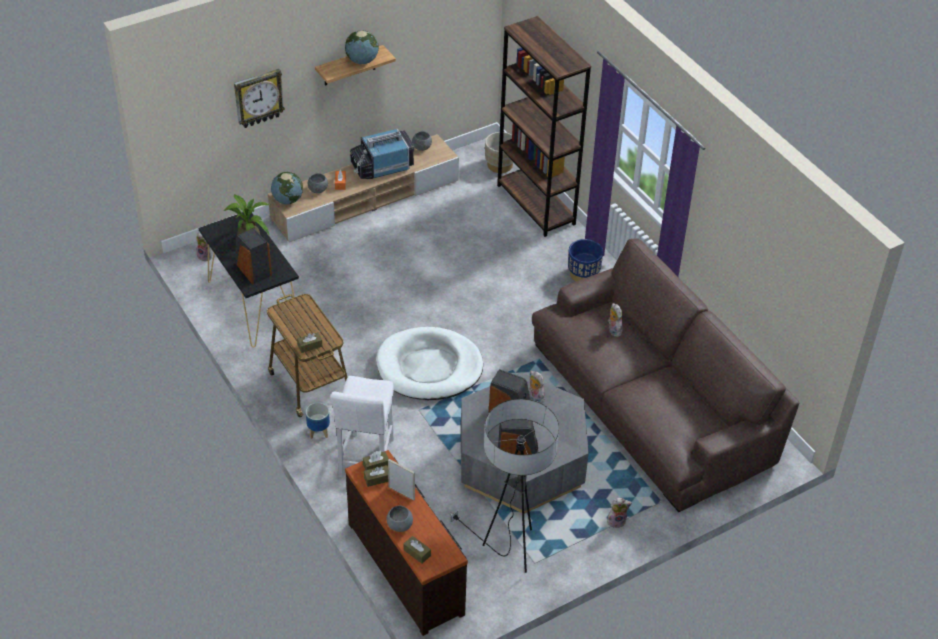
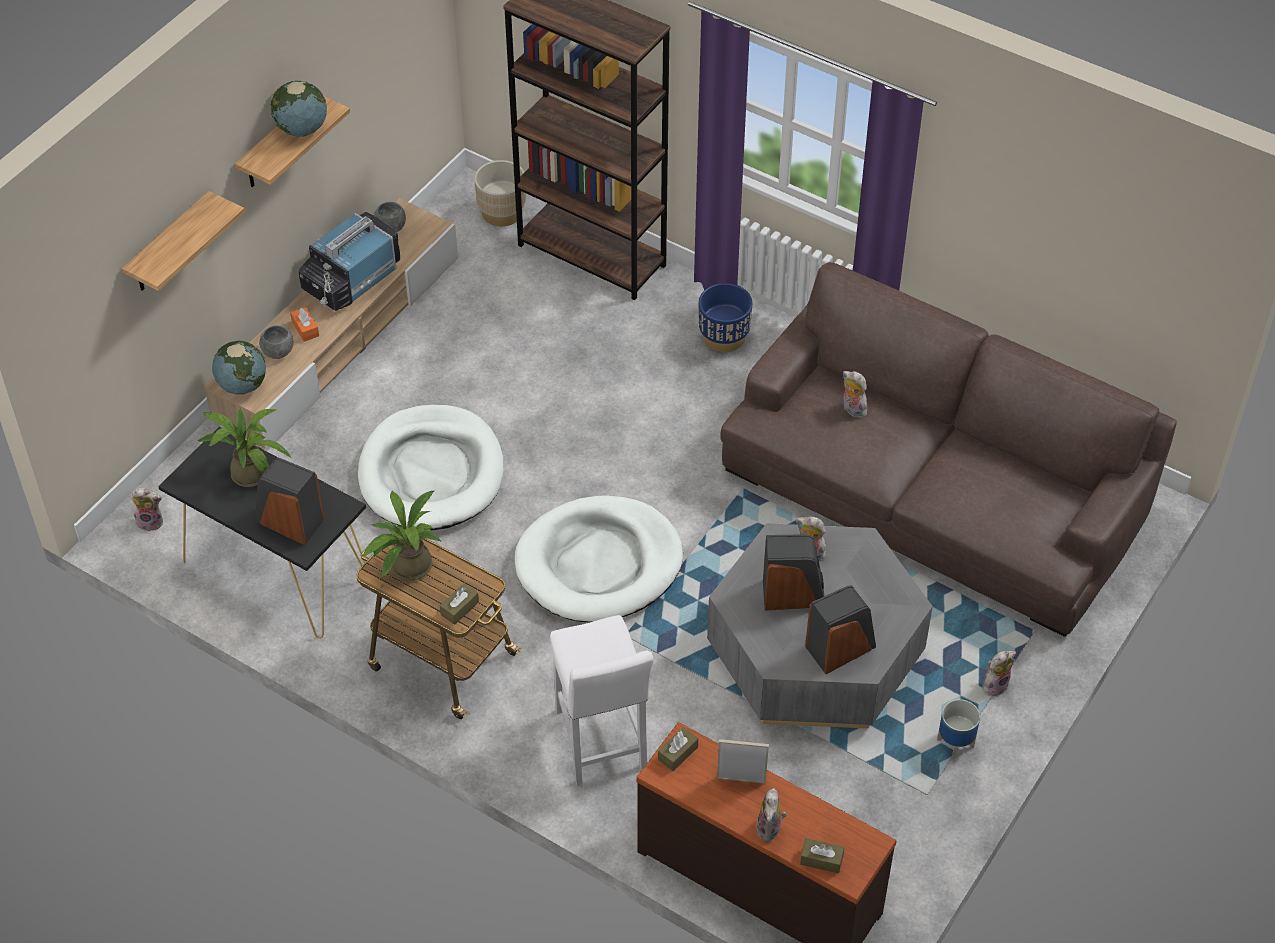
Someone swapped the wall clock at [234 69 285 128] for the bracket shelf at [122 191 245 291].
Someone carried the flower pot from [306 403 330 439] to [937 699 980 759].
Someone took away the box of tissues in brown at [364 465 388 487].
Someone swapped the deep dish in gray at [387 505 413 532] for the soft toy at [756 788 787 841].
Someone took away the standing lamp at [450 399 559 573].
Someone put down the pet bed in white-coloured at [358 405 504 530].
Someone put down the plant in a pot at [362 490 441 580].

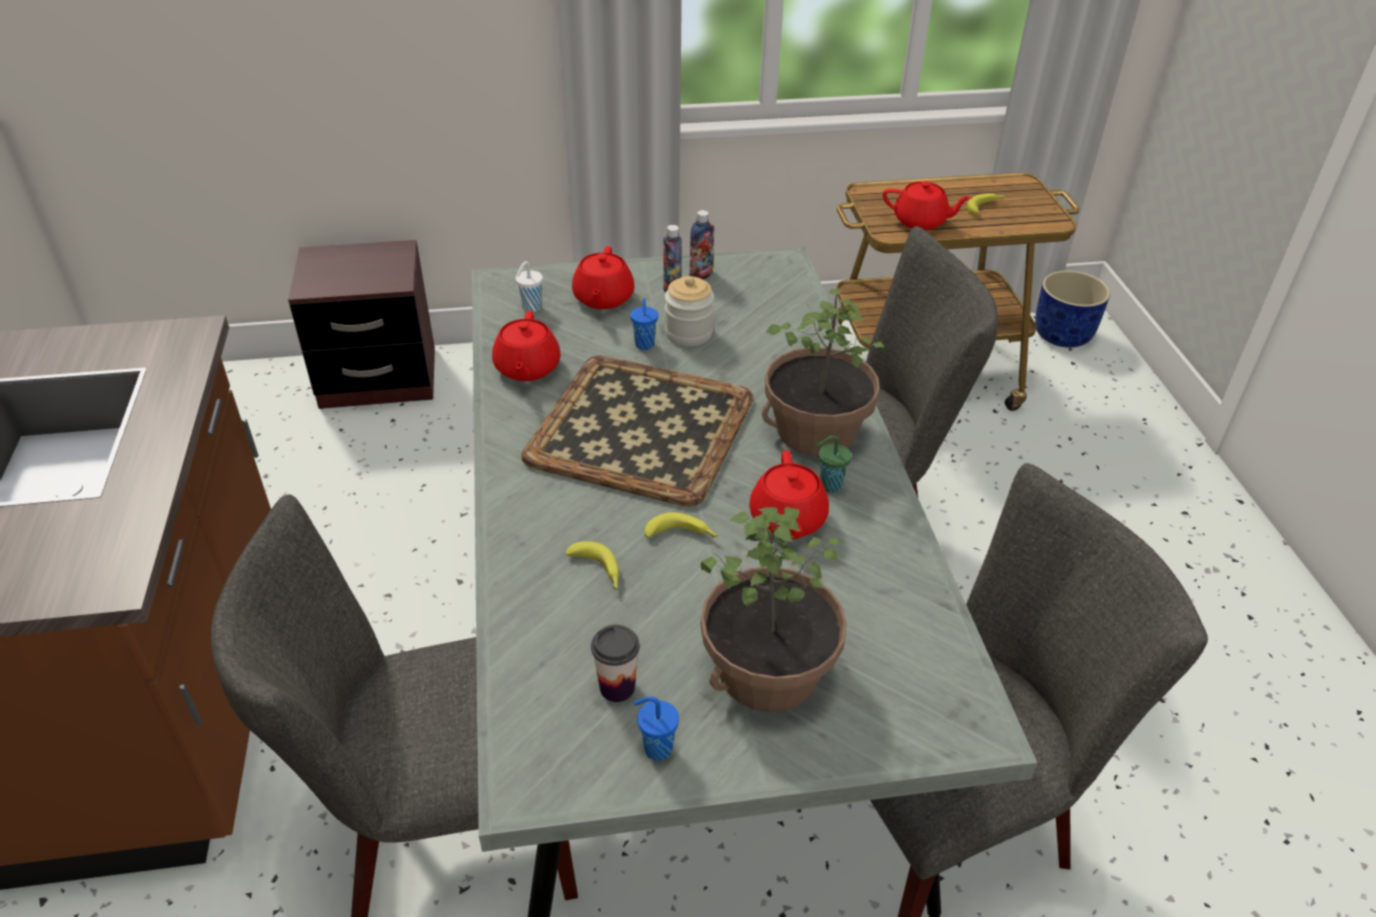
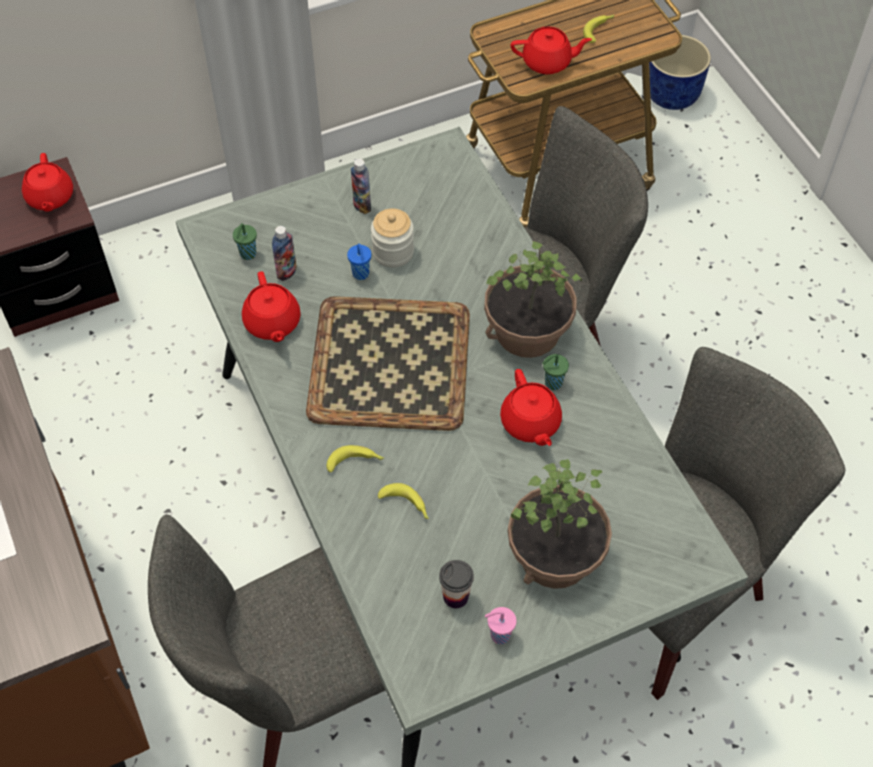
Someone repainted the small cup in white-coloured at [516 261 543 312], which became the small cup in greenish at [233 223 257 260].
Someone carried the pot for tea in red from [572 246 634 309] to [22 153 73 212].
Someone repainted the small cup in bluish at [634 696 679 761], which became the small cup in pink at [485 607 516 644].
Someone carried the banana from [644 512 719 538] to [326 445 384 472].
Someone carried the beverage bottle from [690 210 714 279] to [272 226 297 281].

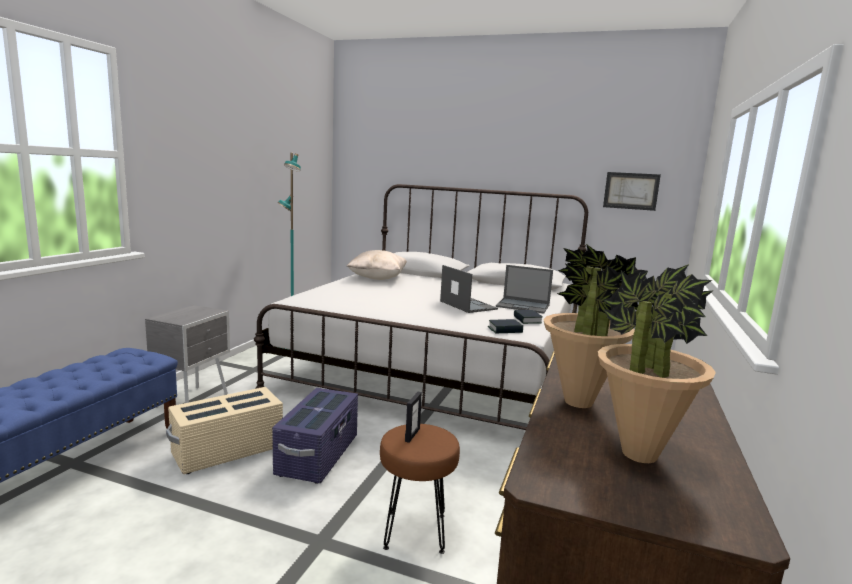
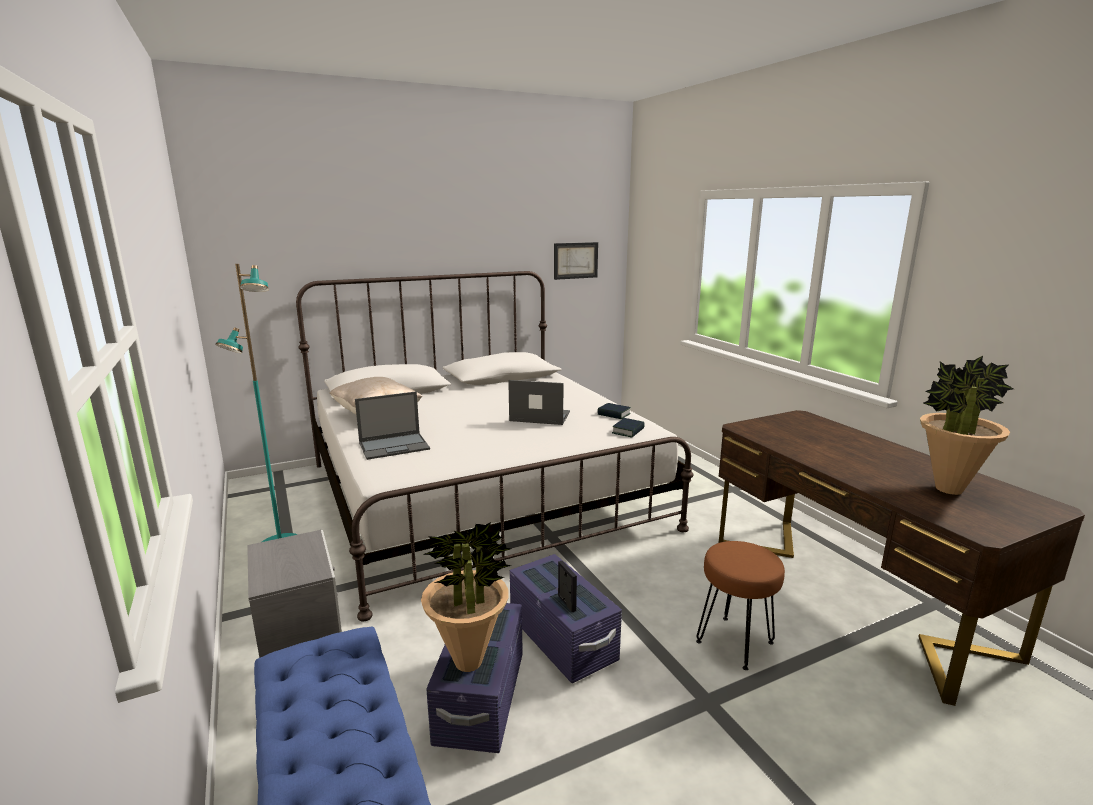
Someone repainted the storage box in beige at [166 387 283 474], which became the storage box in purple at [426 603 523 753].
Someone carried the standing frame from [405 392 422 443] to [558 561 577 612].
Someone carried the portable computer from [496 265 553 313] to [355 392 430 460].
Someone carried the plant in a pot from [543 244 638 408] to [421 522 512 672].

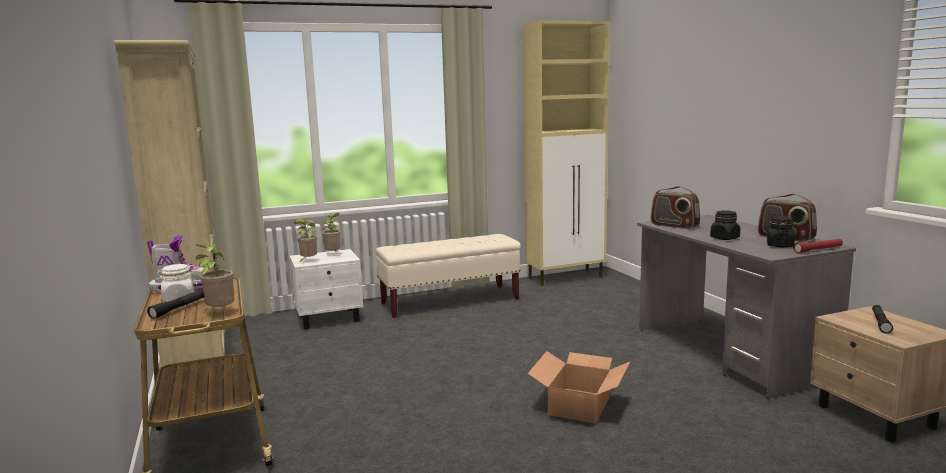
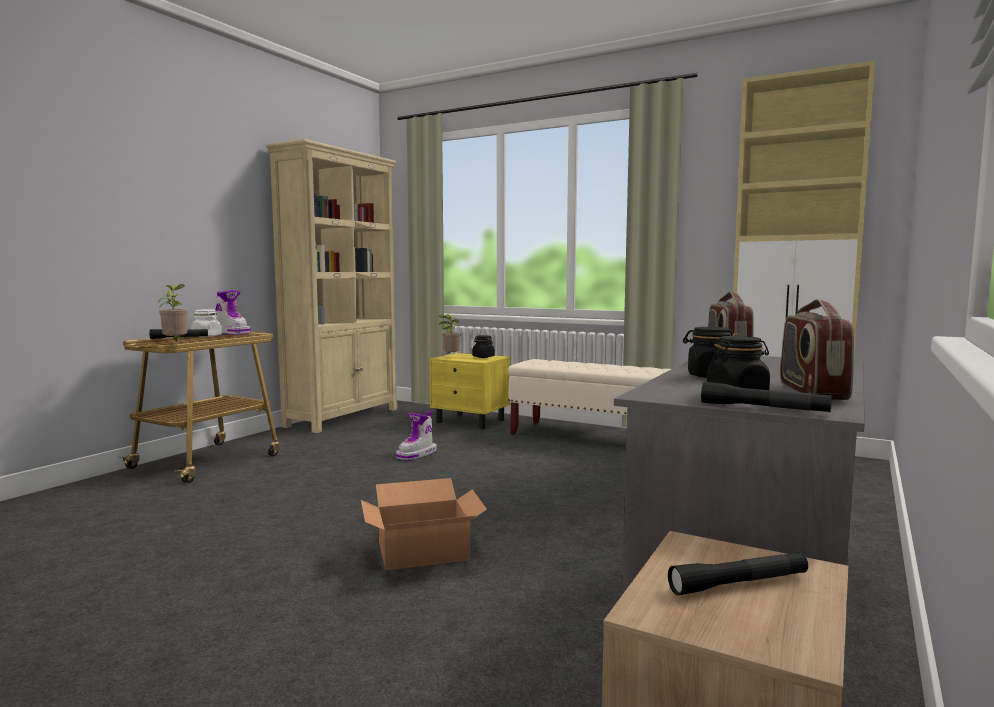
Someone repainted the bedside table in white-coloured at [290 249 363 329], which became the bedside table in yellowish at [429 353 511 429].
Someone swapped the plant in a pot at [321 213 340 252] for the storage jar in blackish at [472 335 495 358].
Someone repainted the torch in red at [793 239 843 253], which became the torch in blackish at [701 382 832 412].
Someone put down the tall boot at [395 411 437 460].

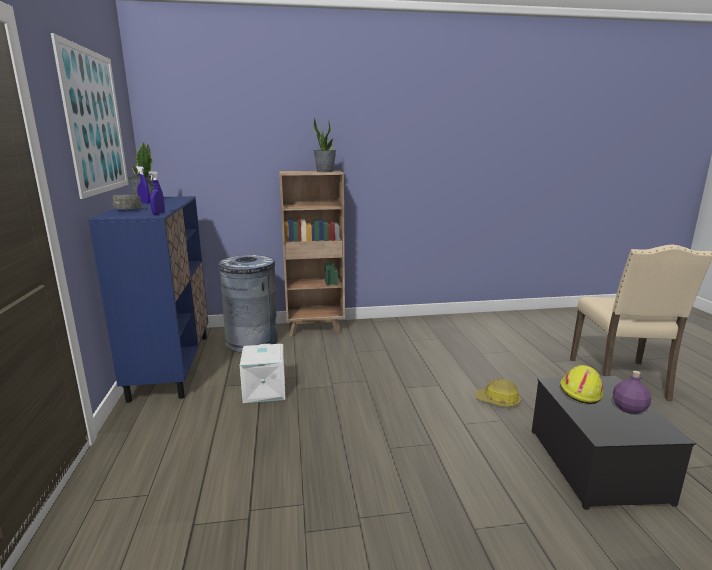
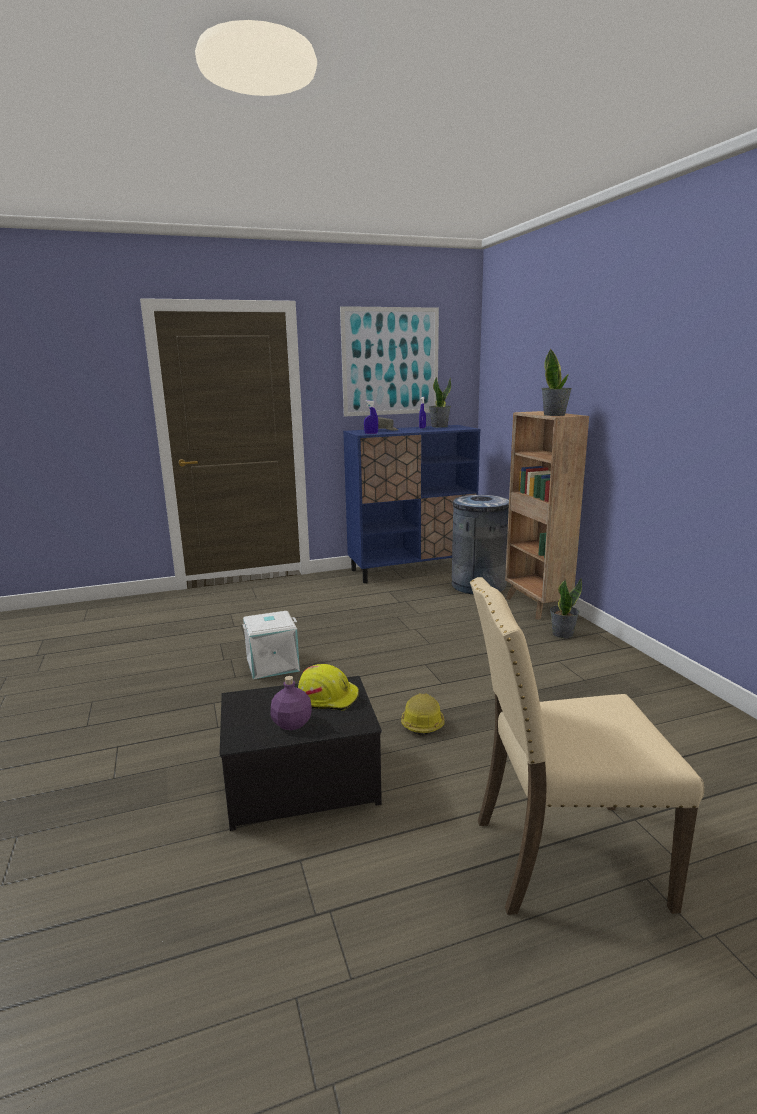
Someone carried the storage box in white-coloured from [240 344 285 403] to [242 611 300 679].
Someone put down the plant in a pot at [550 578 582 639].

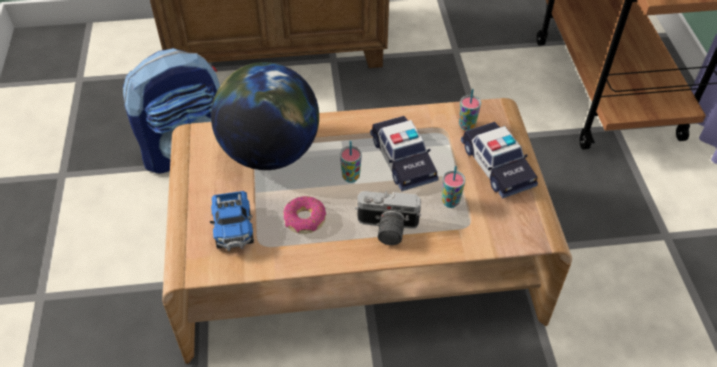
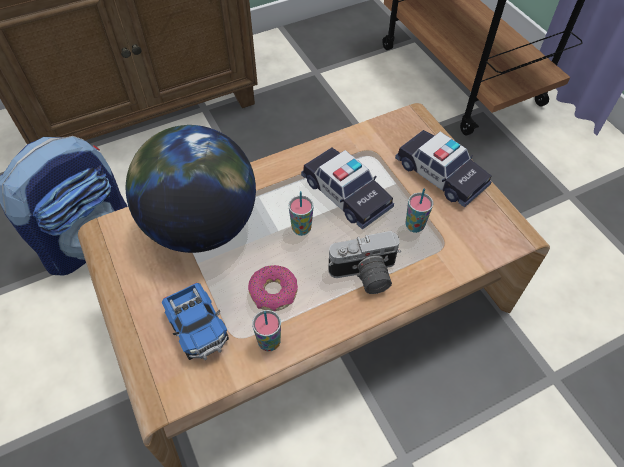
Someone carried the small cup from [459 89 481 131] to [252 310 281 351].

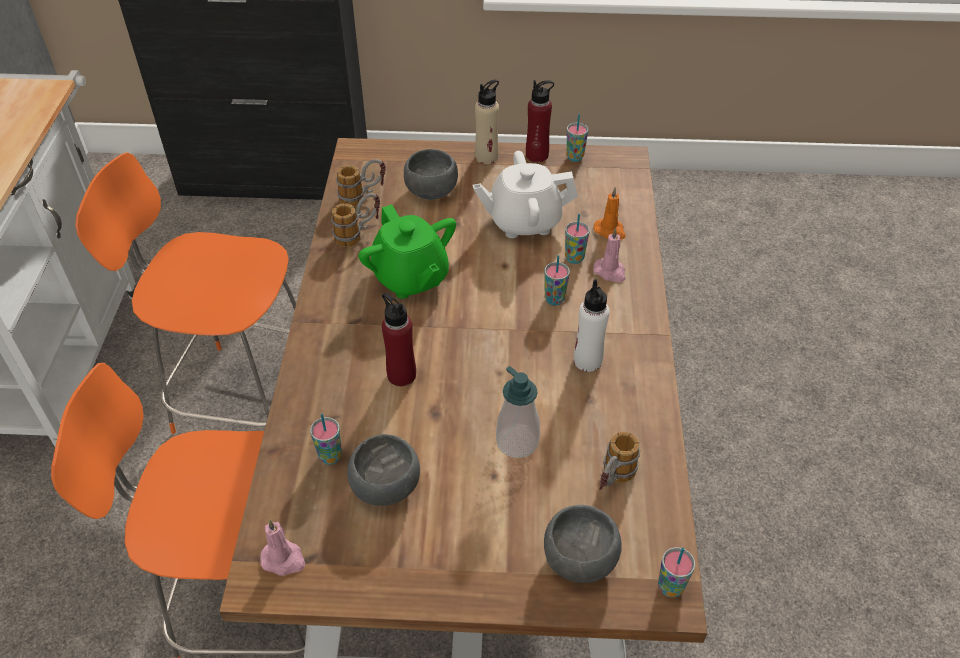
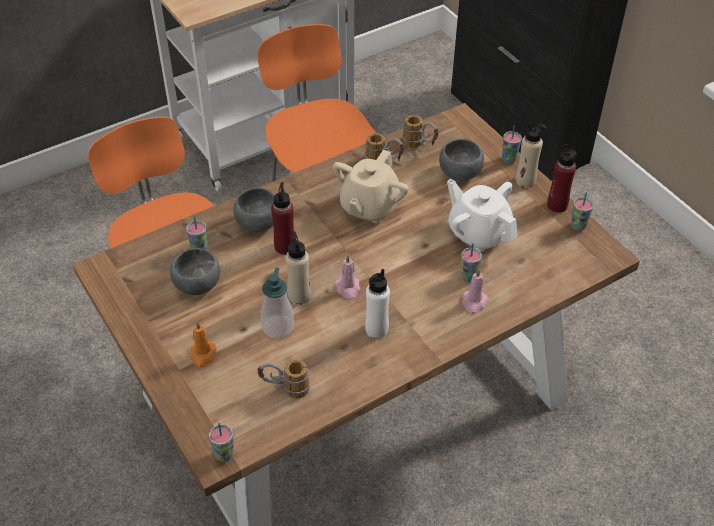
Someone carried the wax candle in pink from [260 520 305 576] to [335 255 360 300].
Someone repainted the pot for tea in greenish at [358 204 456 299], which became the pot for tea in beige at [333 150 409 223].
Someone carried the small cup from [544 255 570 305] to [502 125 522 164].
Someone carried the deep dish in gray from [544 505 622 583] to [233 188 275 232].
Someone carried the wax candle in orange-coloured from [594 187 626 239] to [190 321 217 368].
Someone put down the beverage bottle in beige at [285 231 311 305].

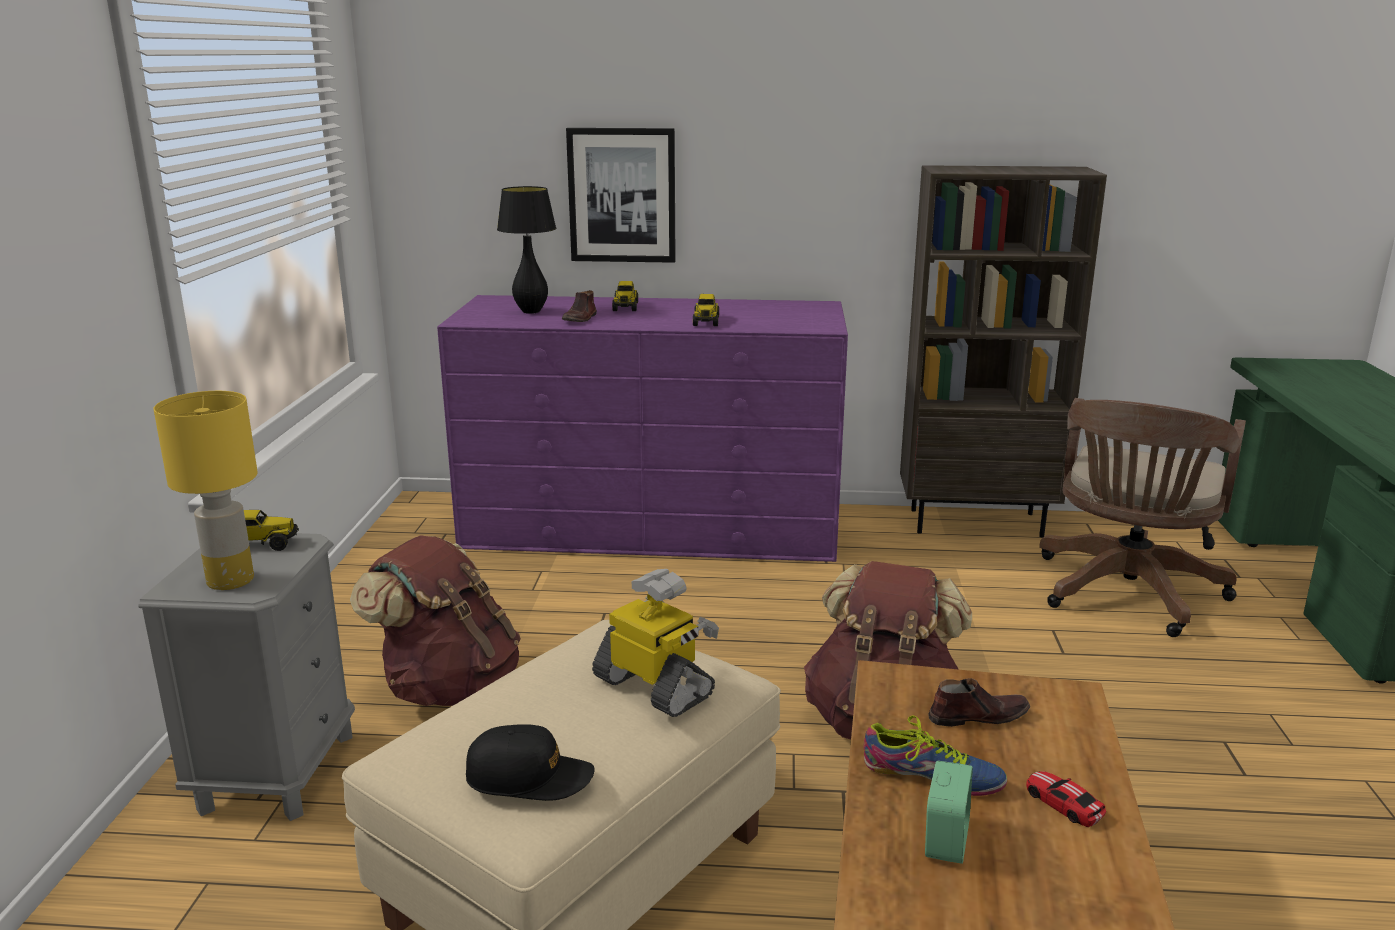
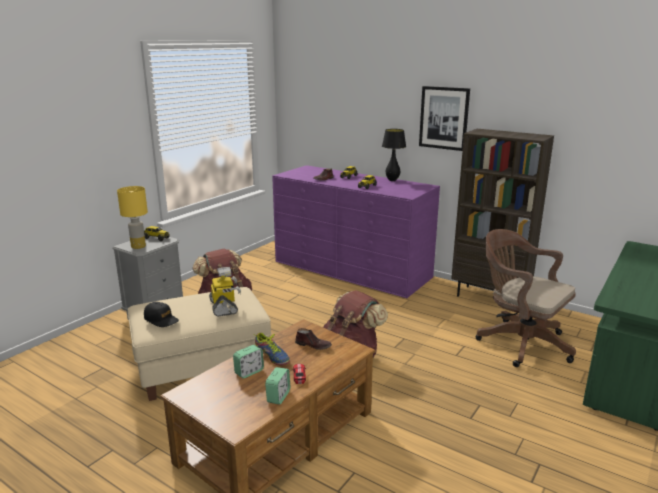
Someone carried the lamp for a table in blackish from [497 186 556 314] to [382 129 406 181].
Someone carried the wall art from [566 128 676 263] to [419 86 470 151].
Someone rotated the office chair in brown at [1039 398 1246 637] by 75 degrees clockwise.
Someone put down the bedside clock at [265 367 290 404].

